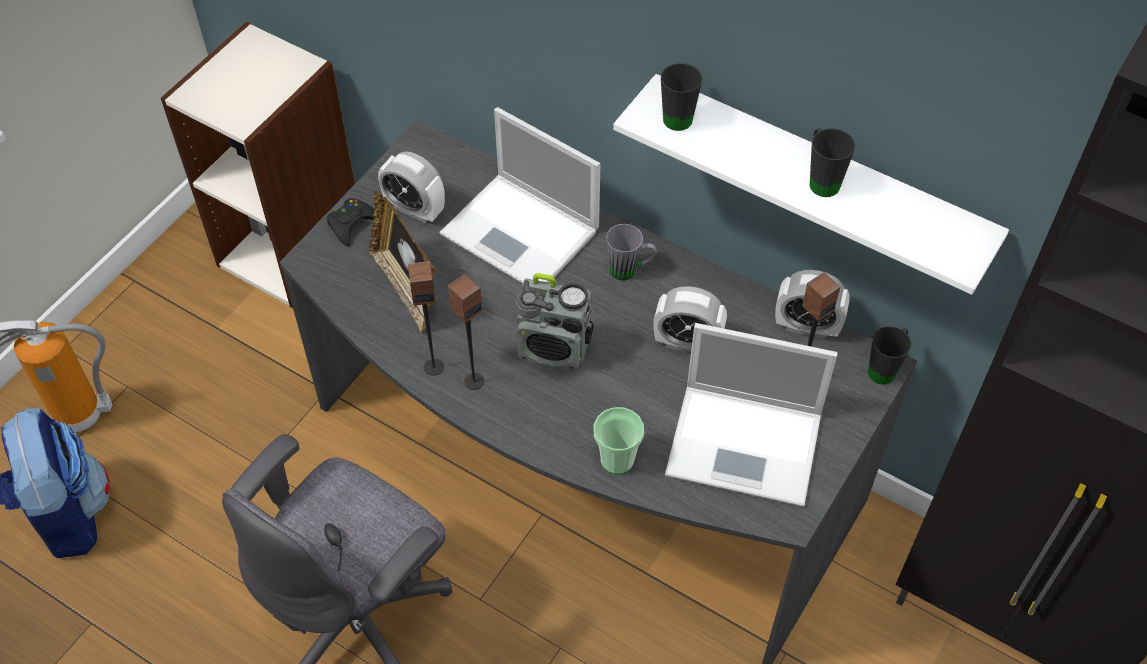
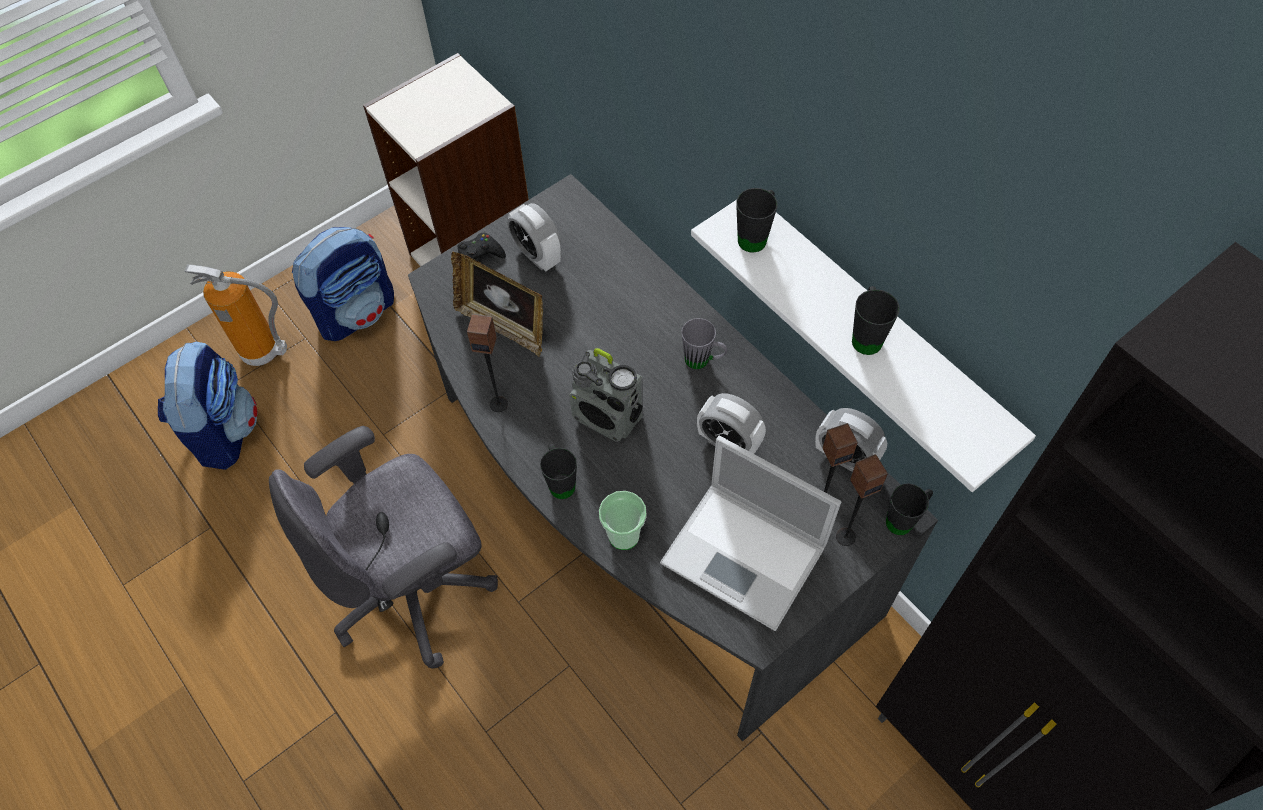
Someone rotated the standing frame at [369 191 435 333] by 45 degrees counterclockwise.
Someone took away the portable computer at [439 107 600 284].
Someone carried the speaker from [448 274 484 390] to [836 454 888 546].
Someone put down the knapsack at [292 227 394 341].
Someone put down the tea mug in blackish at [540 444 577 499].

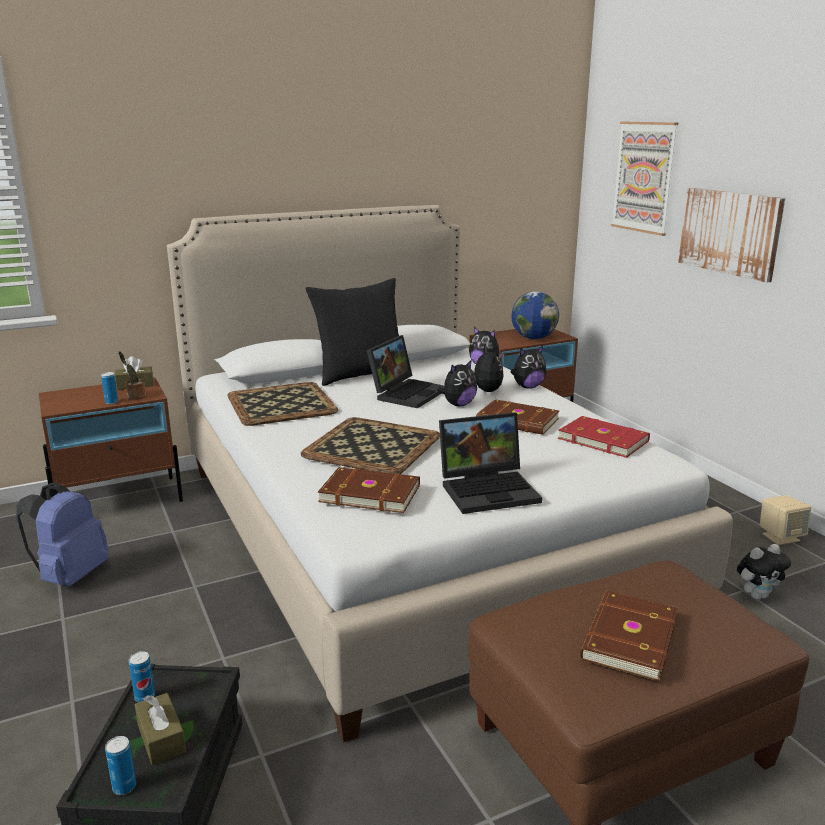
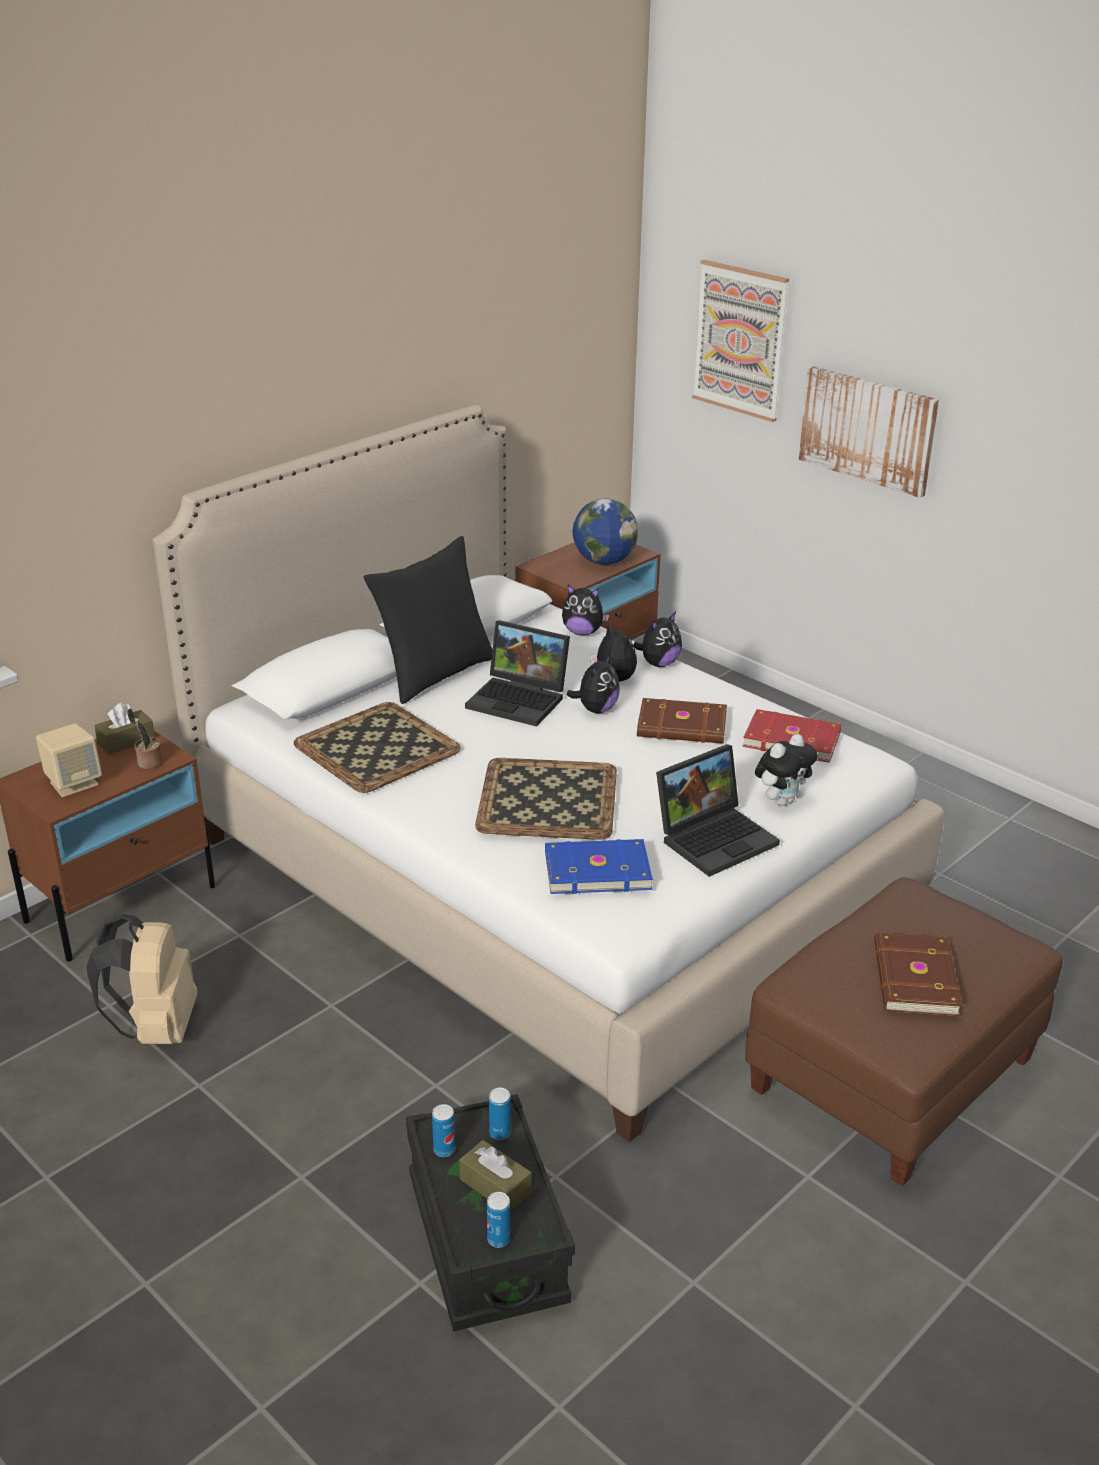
Someone repainted the knapsack in bluish at [16 483 108 587], which became the knapsack in beige at [87 914 198 1044].
Someone carried the can from [101 372 118 404] to [489 1088 511 1140].
Someone repainted the bound book in brown at [318 467 420 513], which became the bound book in bluish at [545 839 653 894].
Someone rotated the portable computer at [367 335 444 408] by 105 degrees clockwise.
Someone carried the soft toy from [737 544 791 600] to [755 734 818 806].
Someone carried the speaker in beige from [760 495 811 545] to [36 723 102 797].

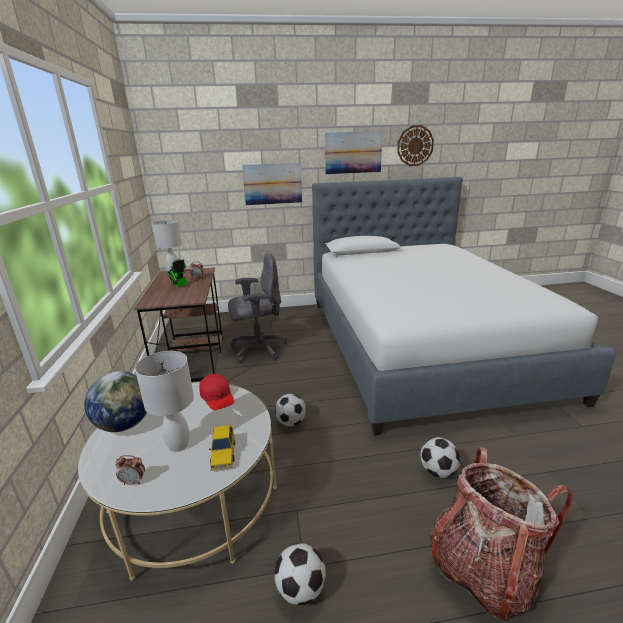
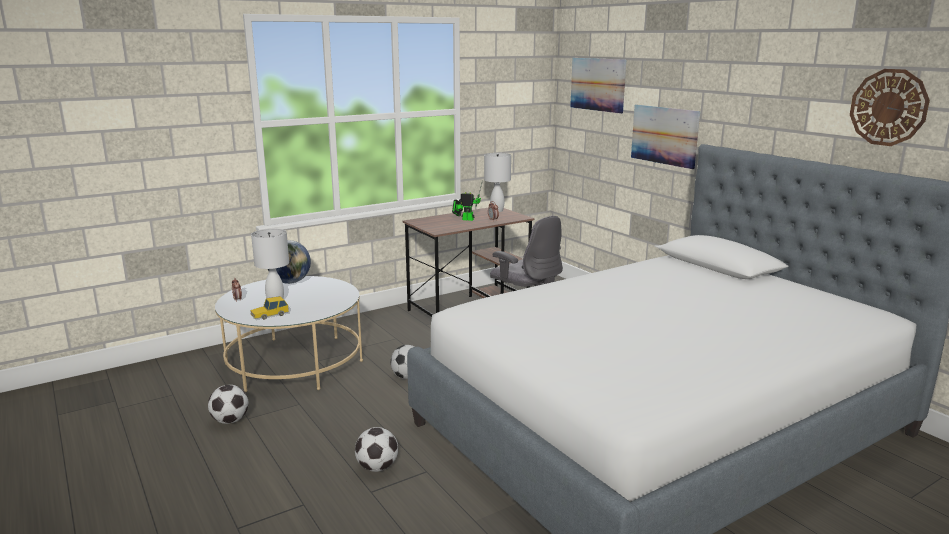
Someone took away the peaked cap in red at [199 374 234 410].
Someone carried the wall art from [325 131 382 174] to [570 58 626 114].
Someone took away the knapsack at [429 447 573 620].

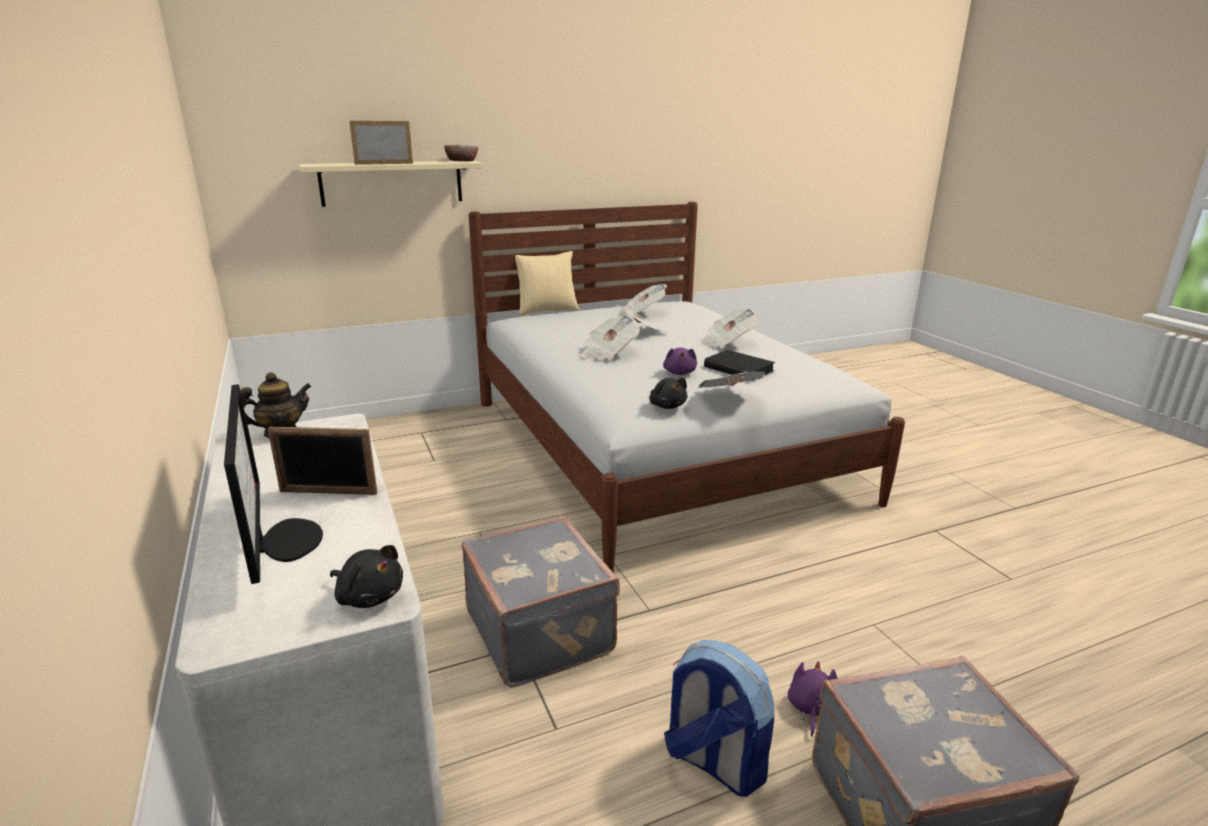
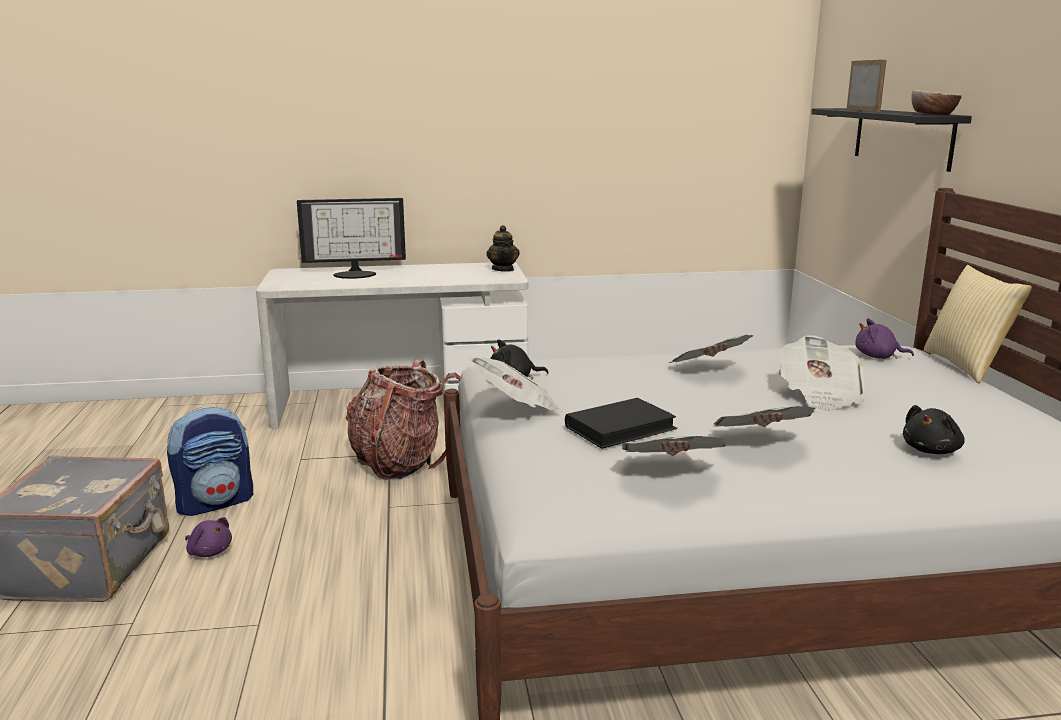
Someone took away the standing frame at [267 427 378 495].
Someone repainted the bracket shelf in beige at [299 161 483 207], which became the bracket shelf in blackish at [811 108 972 172].
Someone carried the soft toy in blackish from [330 545 403 608] to [903 405 965 454].
Someone swapped the piece of luggage in gray at [462 517 620 688] for the knapsack at [345 359 461 480].
Someone carried the daily paper from [617 284 667 316] to [622 436 726 456].
Someone carried the soft toy in purple from [663 347 697 375] to [855 318 914 359].

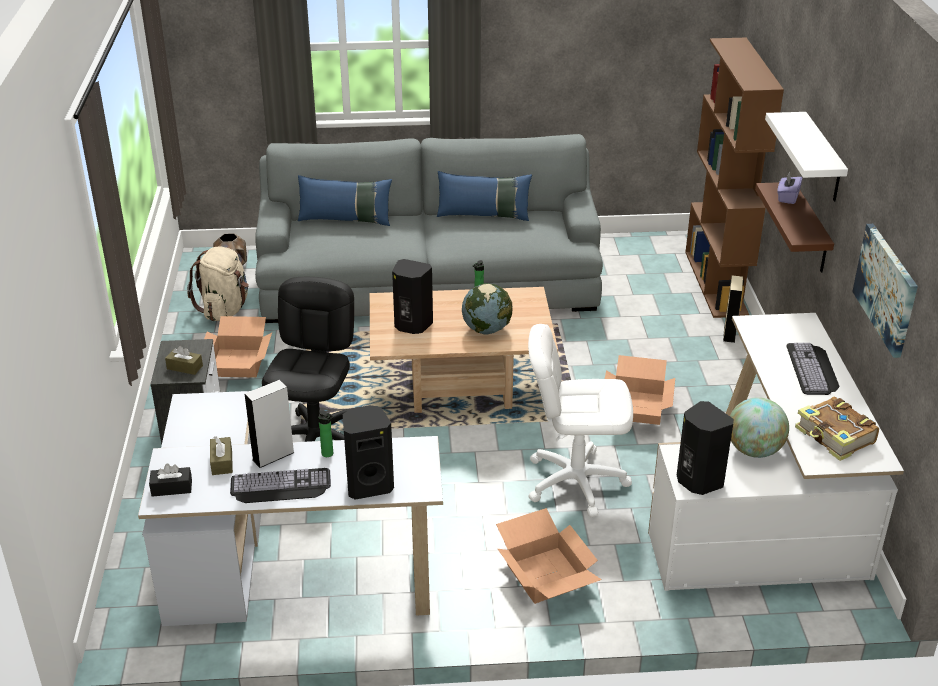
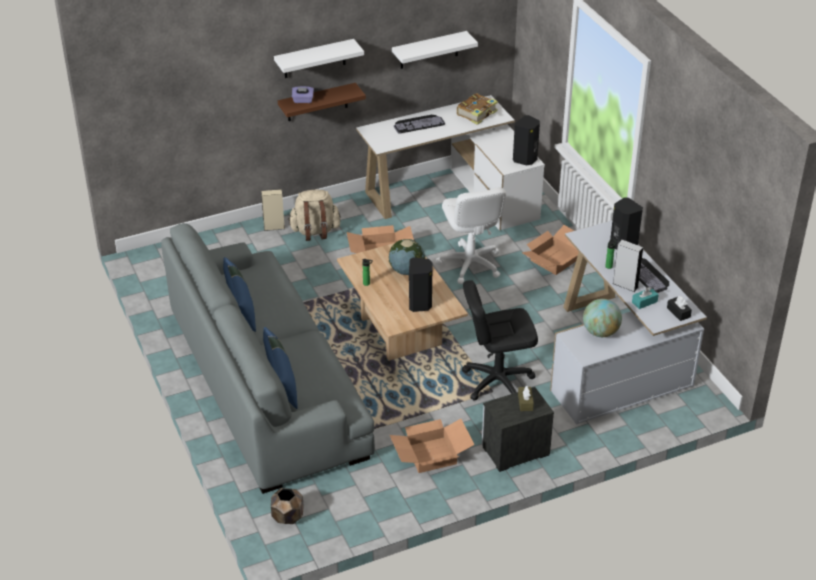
Someone carried the knapsack in beige from [187 247 249 321] to [288 190 340 241].
Someone repainted the box of tissues in brown at [210 436 233 475], which became the box of tissues in turquoise at [632 287 659 309].
Someone took away the bookcase in brown at [685 38 784 318].
Someone carried the globe from [730 397 789 458] to [583 299 622 337].
Someone swapped the wall art at [852 224 918 358] for the bracket shelf in white-coloured at [392 31 478 69].

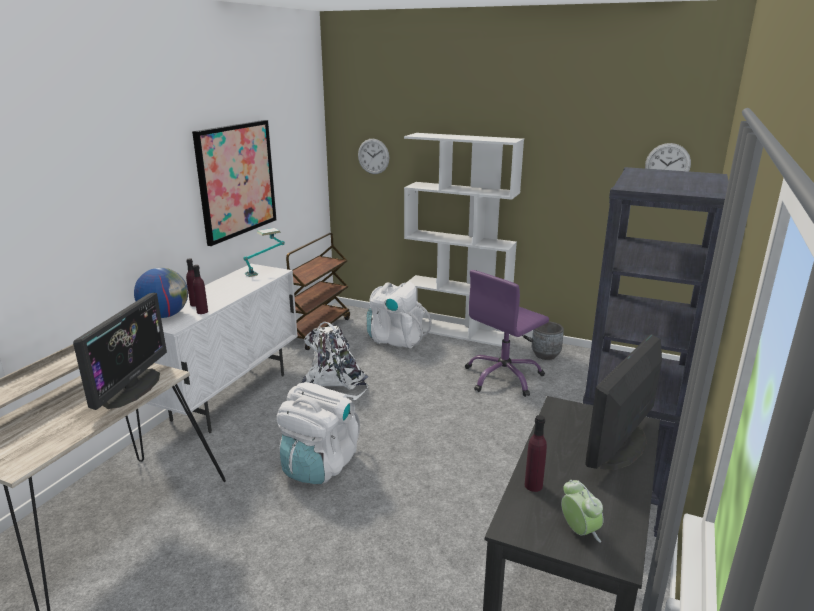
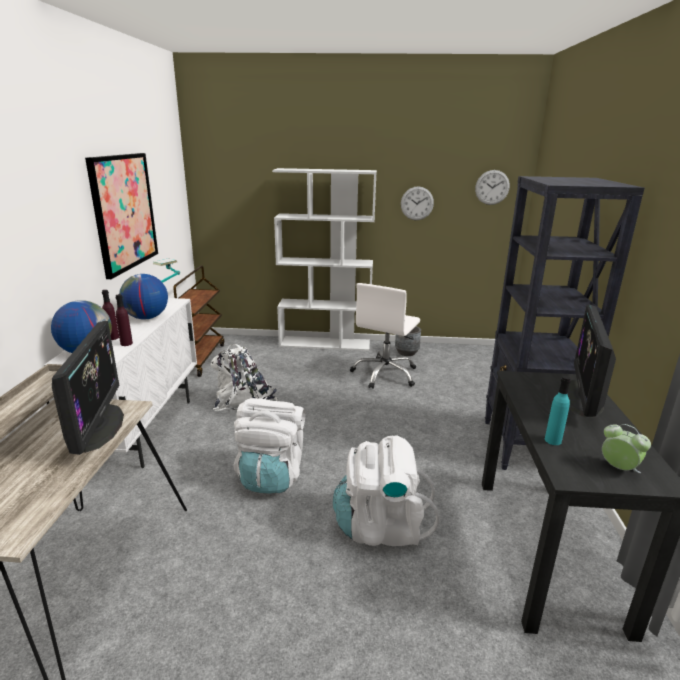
Someone carried the wall clock from [358 139 389 174] to [401 186 434 220].
Someone carried the knapsack in white-coloured from [367 282 432 348] to [333 435 439 546].
Someone repainted the office chair in purple at [465 270 549 397], which became the office chair in white-coloured at [350 283 420 389].
Someone repainted the beverage bottle in purple at [525 415 547 492], which became the beverage bottle in turquoise at [545 376 571 445].
Someone put down the globe at [119 274 168 319].

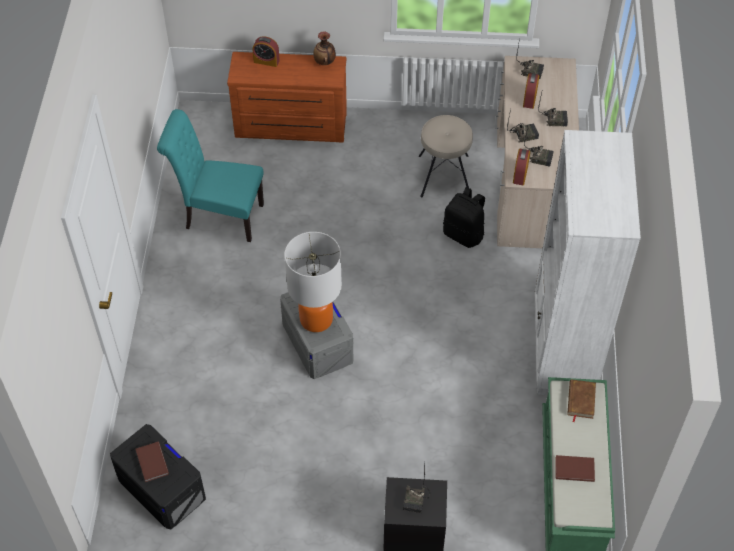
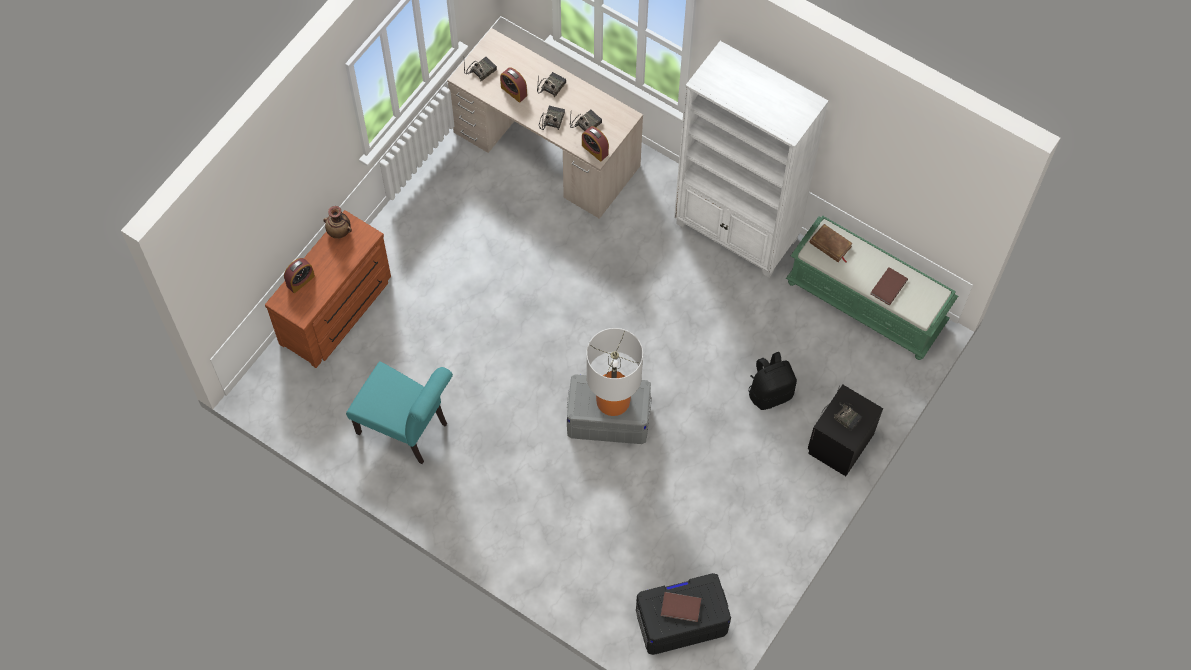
Someone rotated the upright chair in turquoise at [157 109 264 242] by 105 degrees counterclockwise.
Someone took away the sitting stool in beige at [419 115 473 198].
Someone carried the knapsack in blackish from [443 187 485 248] to [749 352 797 410].

